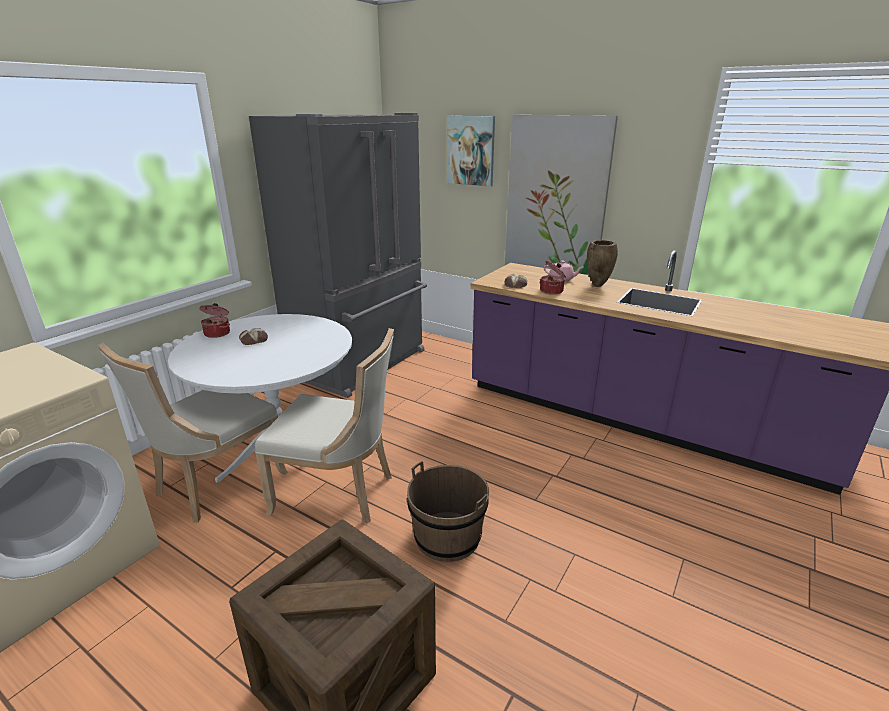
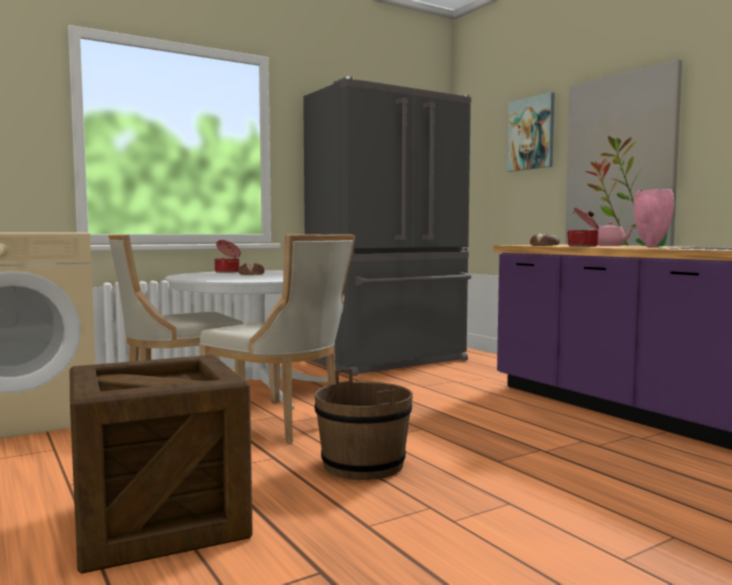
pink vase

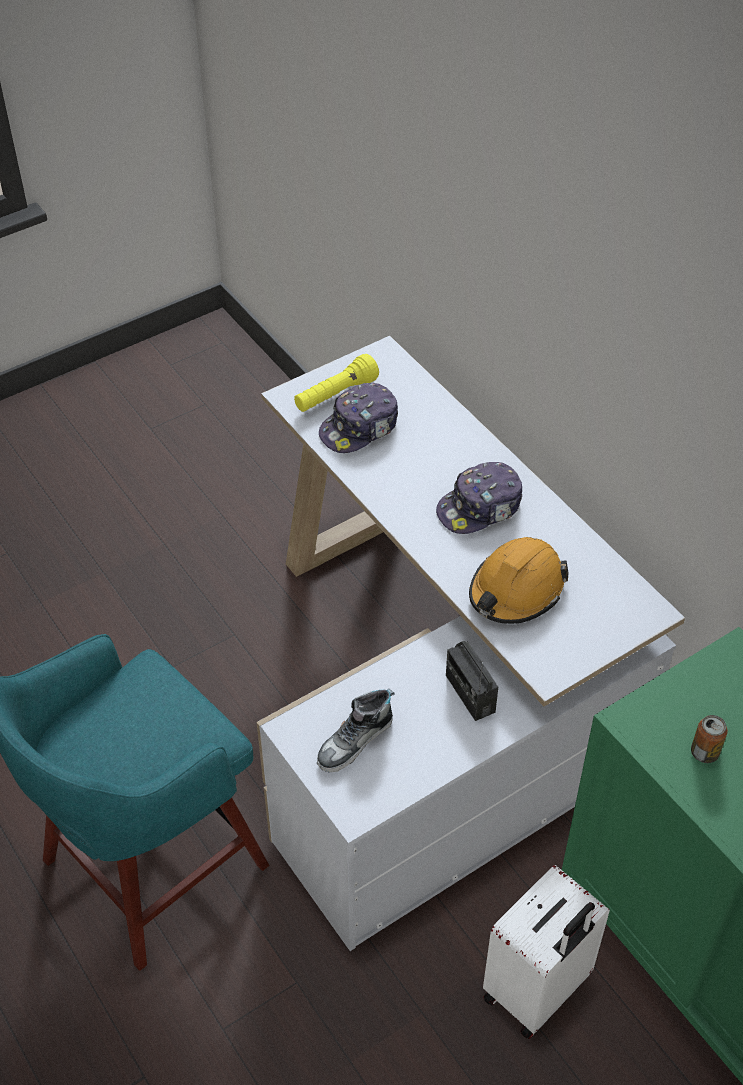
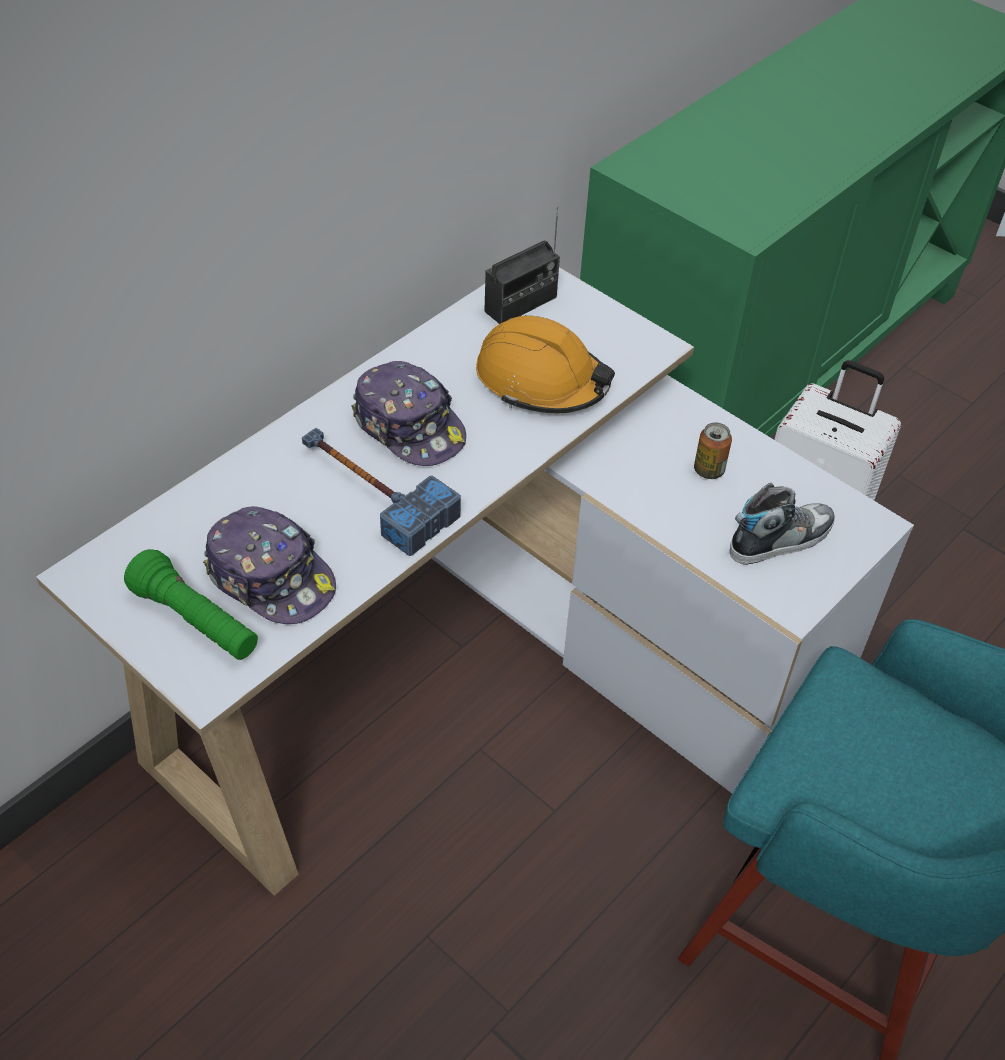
hammer
radio
can
green flashlight
shoe

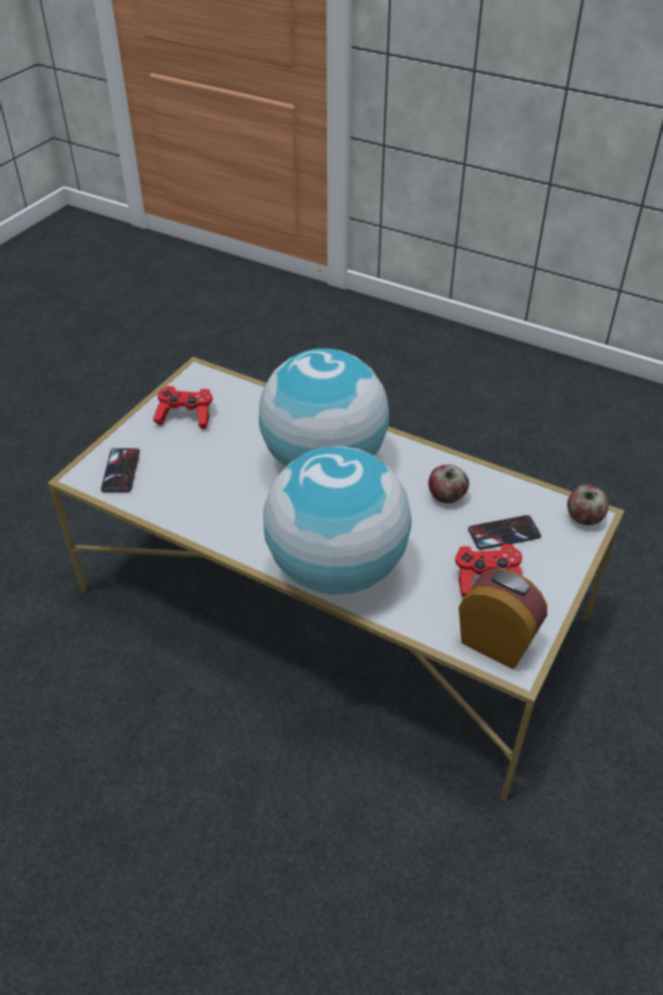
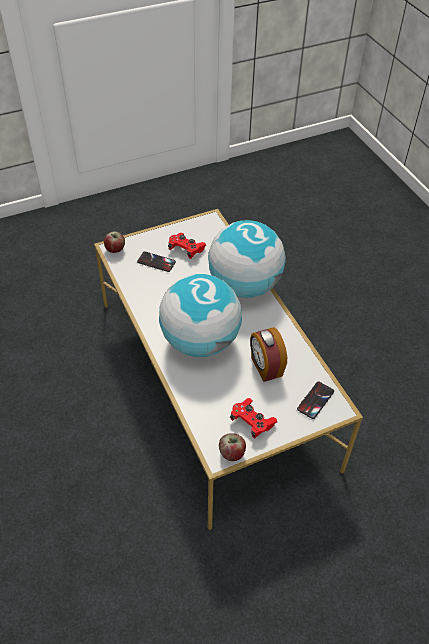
apple (no. 2 from left)
alarm clock

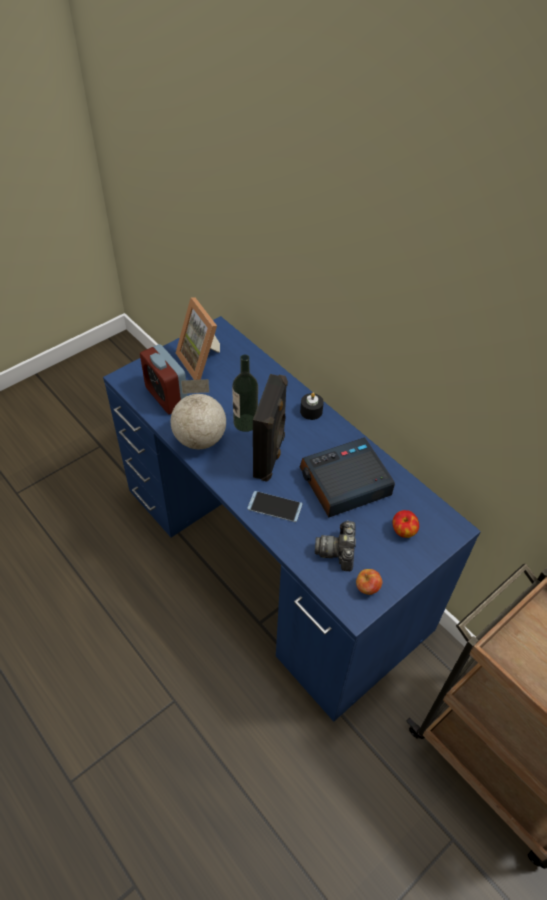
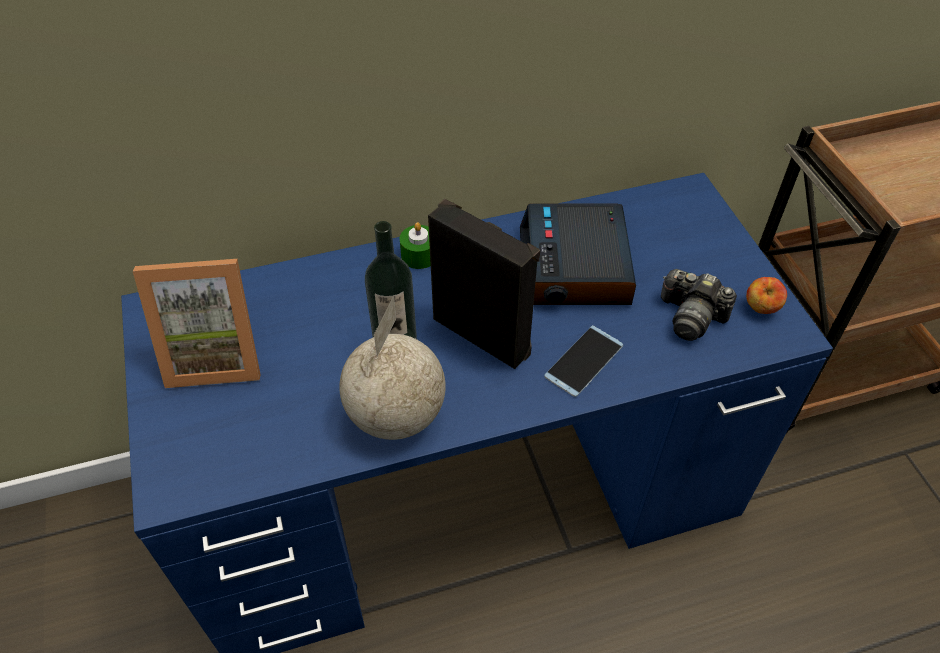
alarm clock (no. 1 from left in the first image)
apple (no. 2 from left in the first image)
green candle

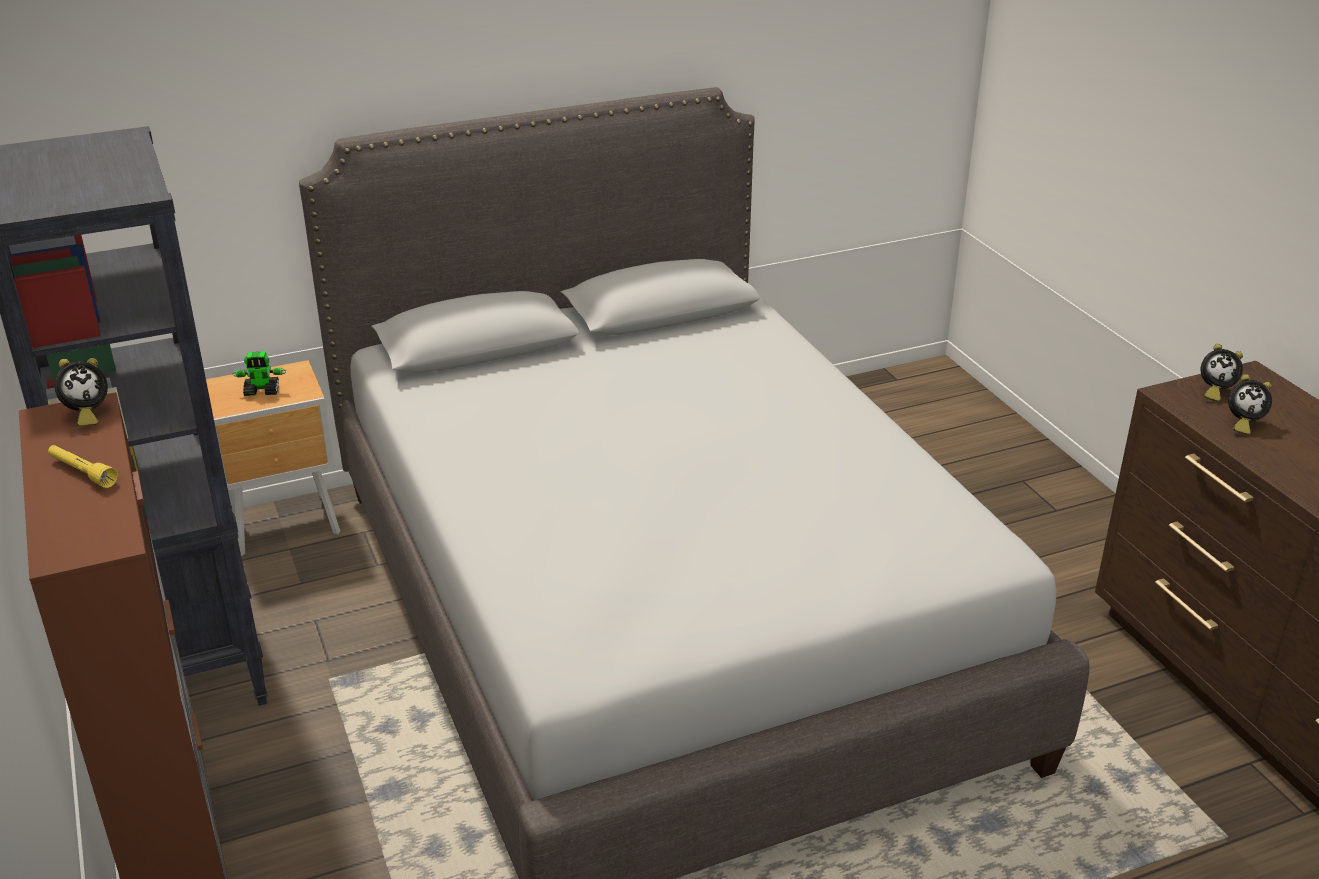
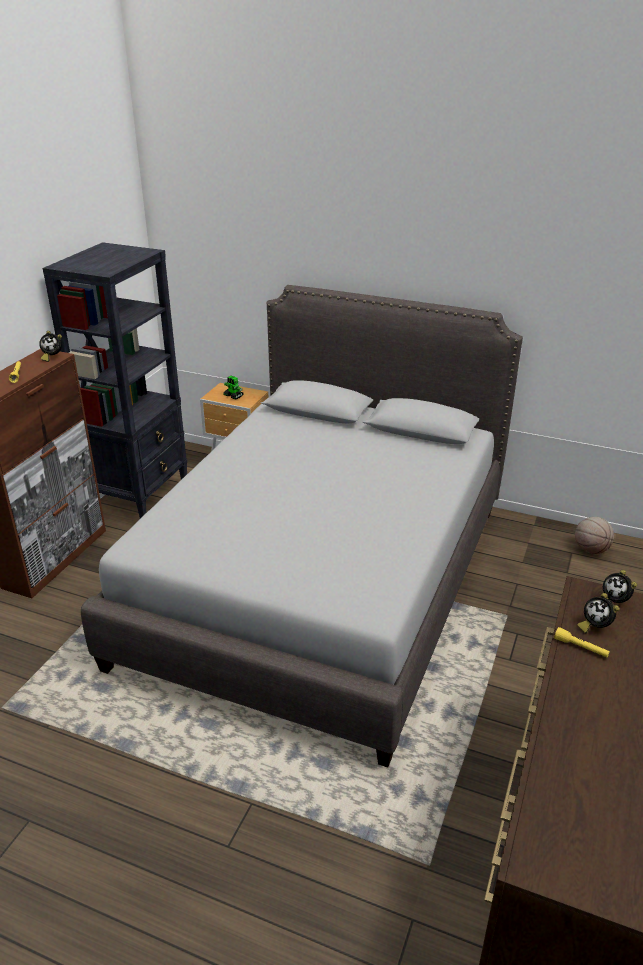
yellow flashlight (no. 2 from left)
basketball

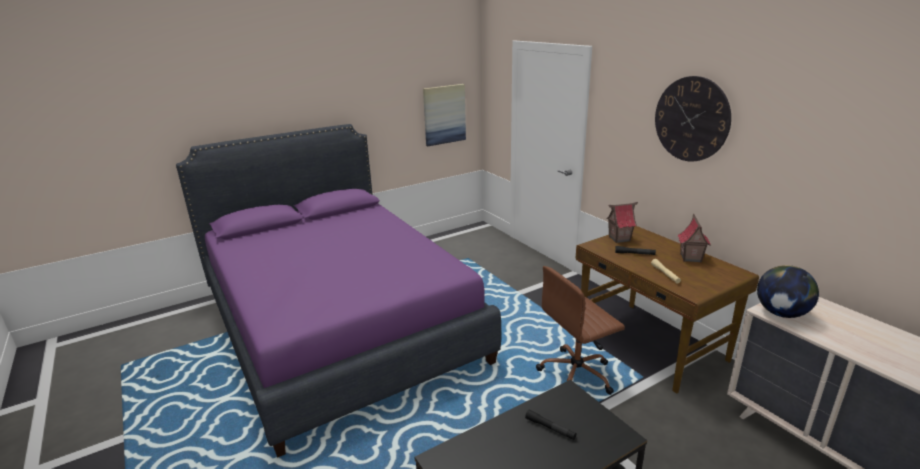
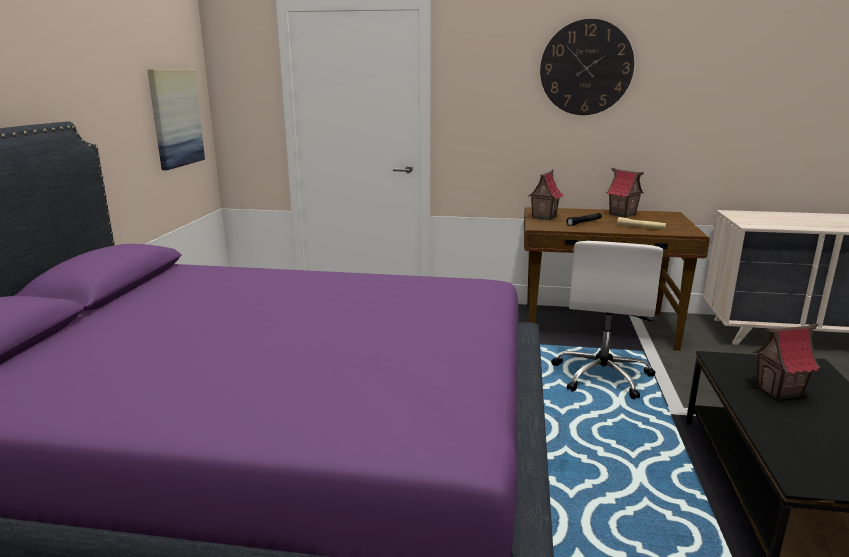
globe
toy house (no. 3 from left)
white office chair

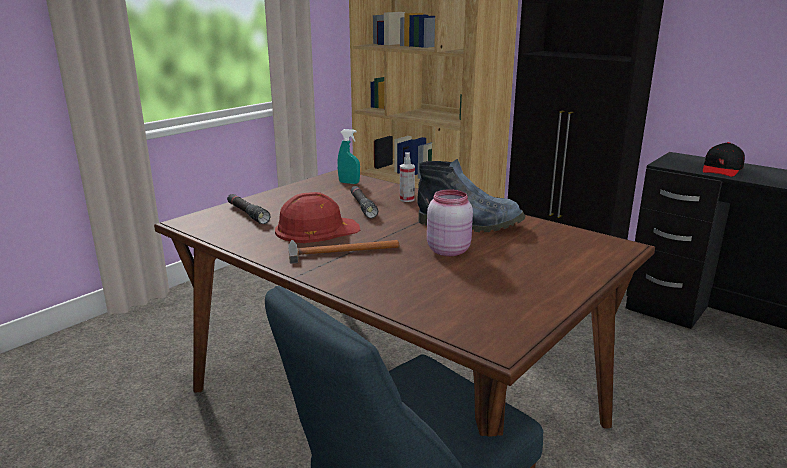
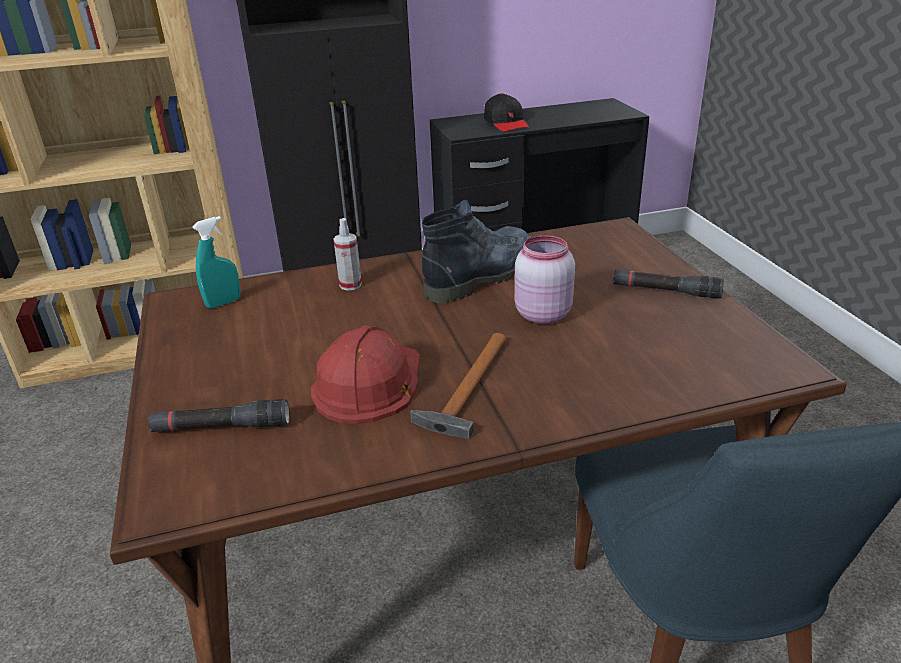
black flashlight (no. 2 from left)

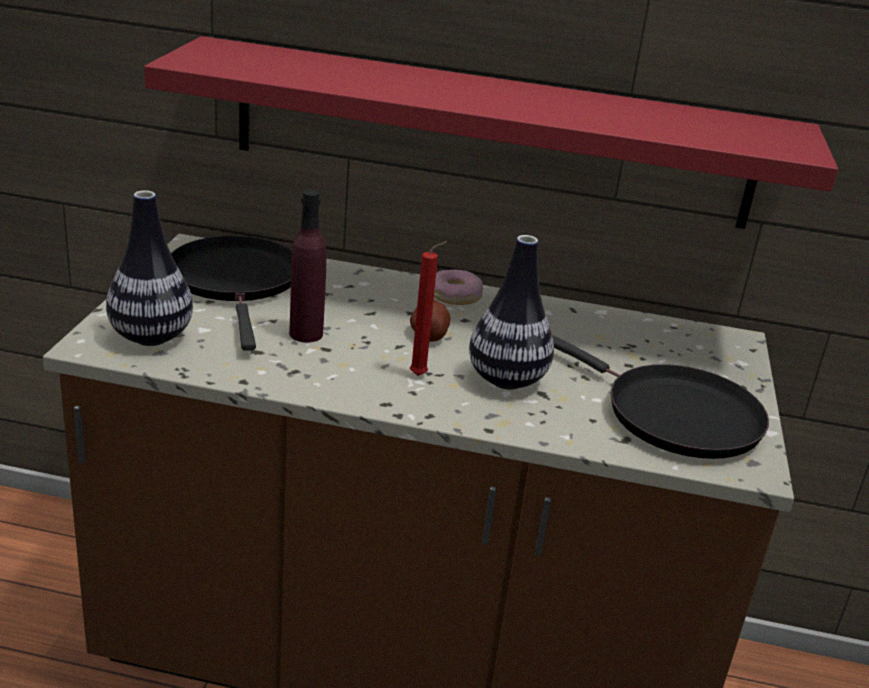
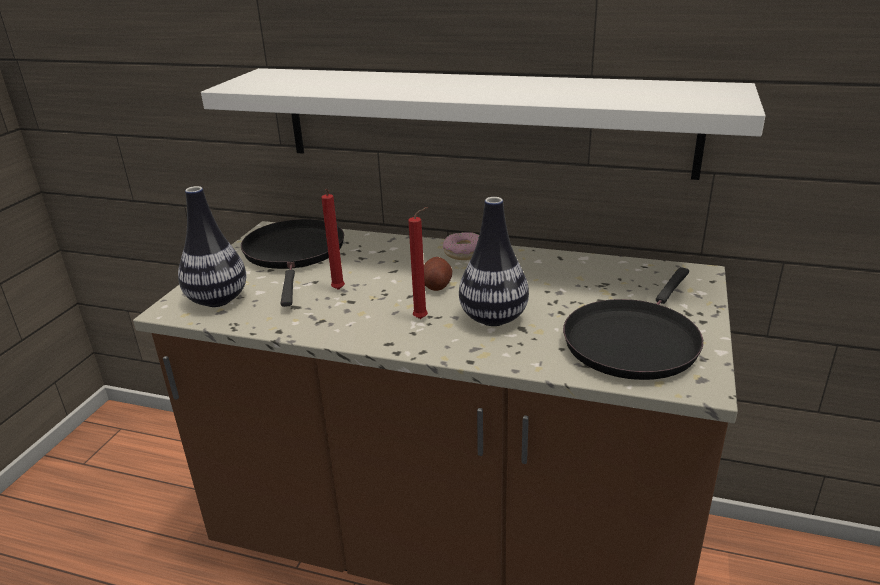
red candle (no. 1 from left)
white shelf
black frying pan (no. 2 from left)

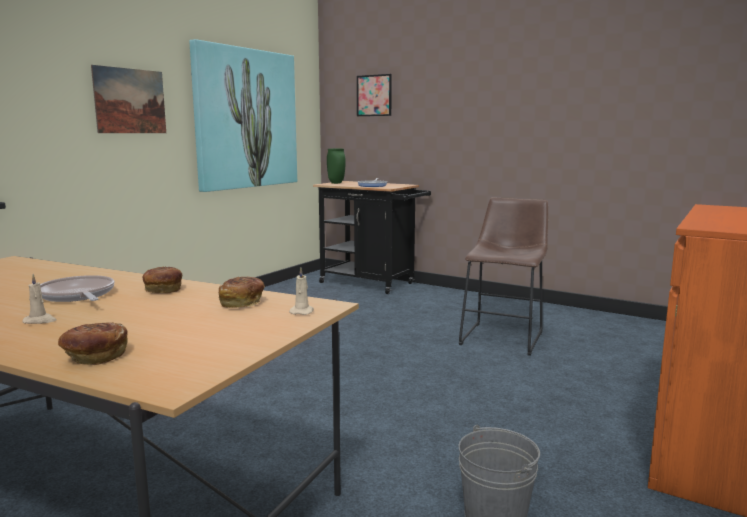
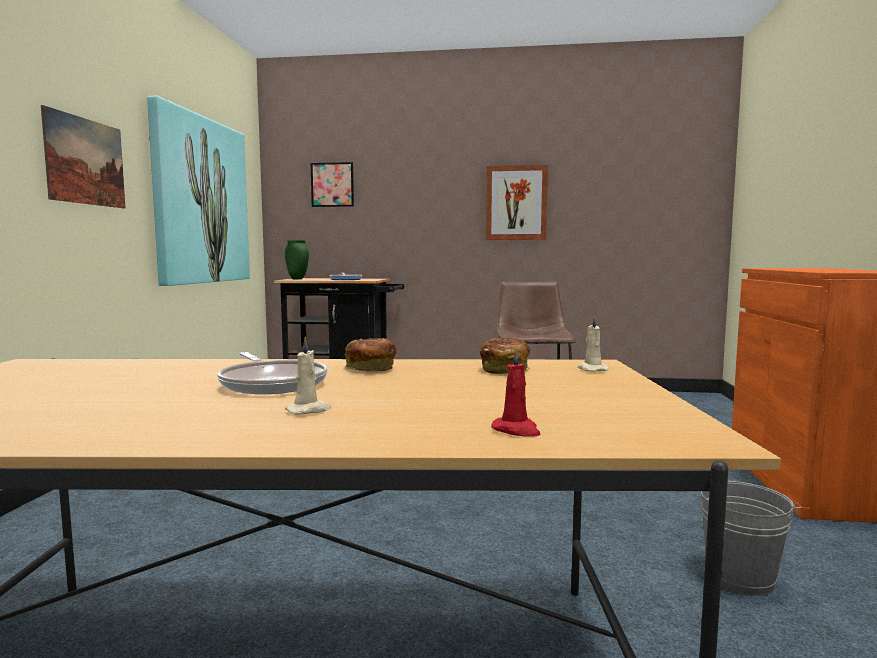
picture (no. 4 from left)
red candle
frying pan (no. 1 from left)

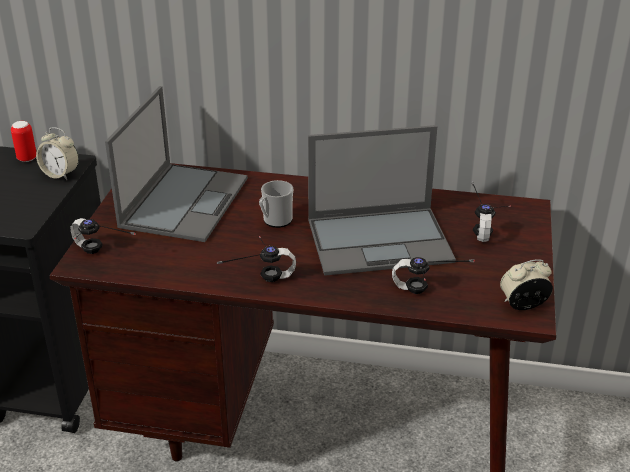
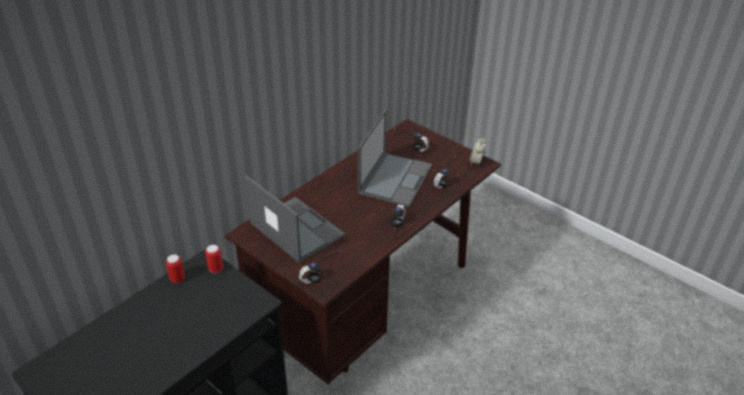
mug
can (no. 2 from left)

